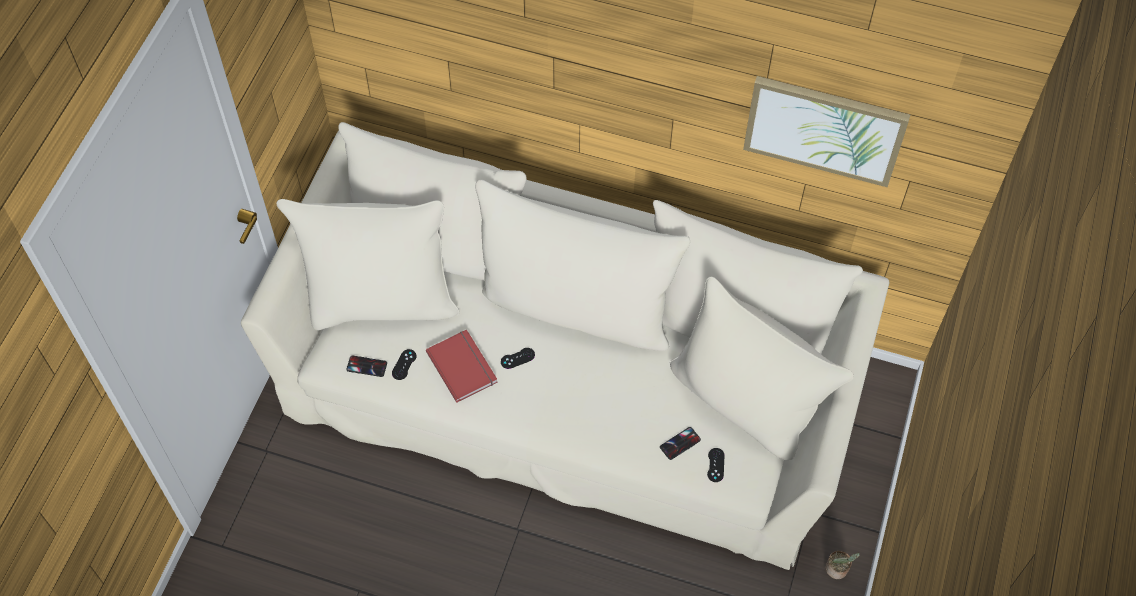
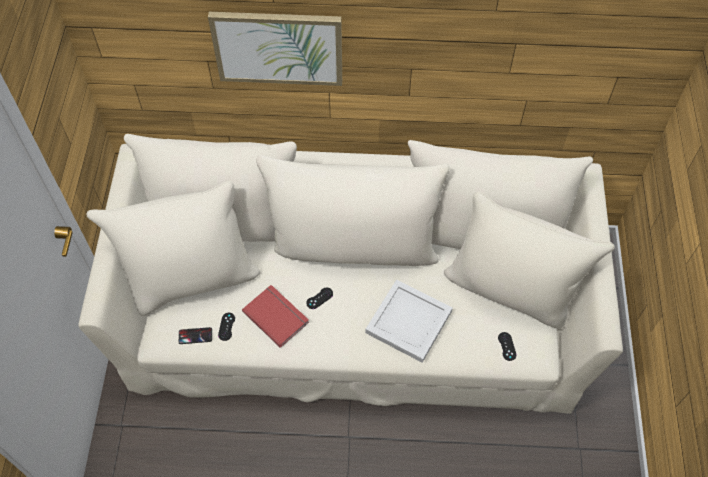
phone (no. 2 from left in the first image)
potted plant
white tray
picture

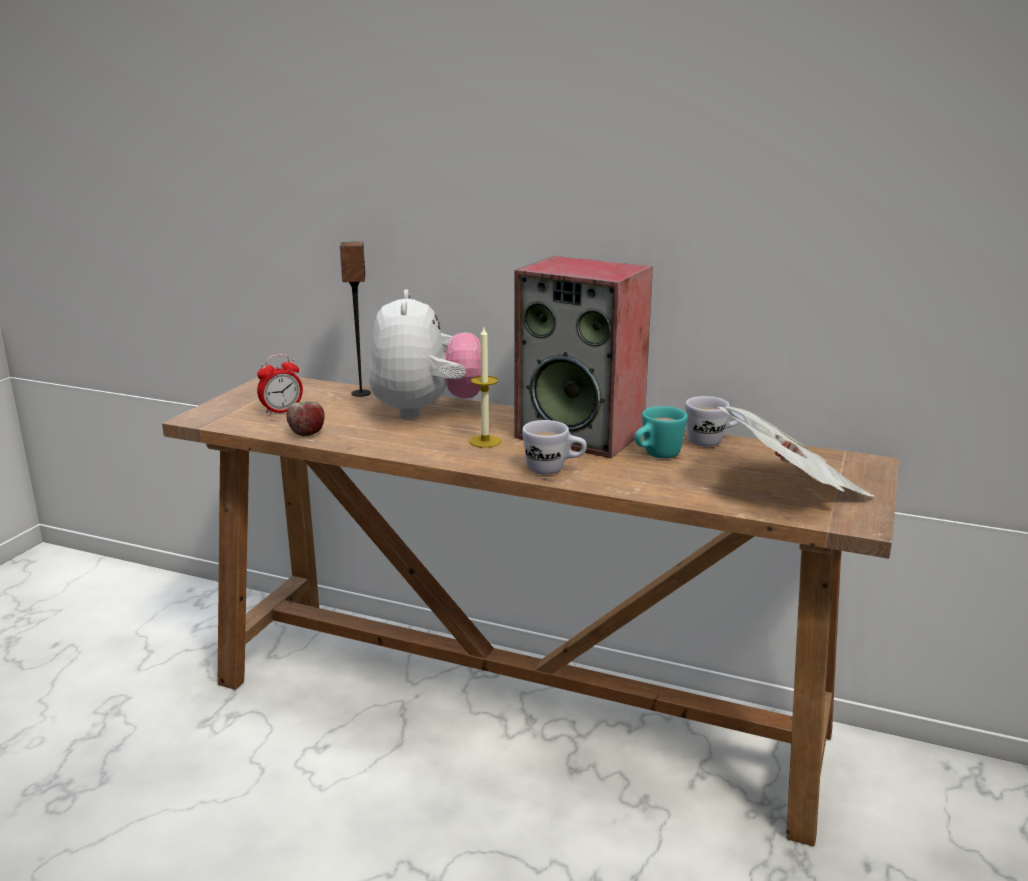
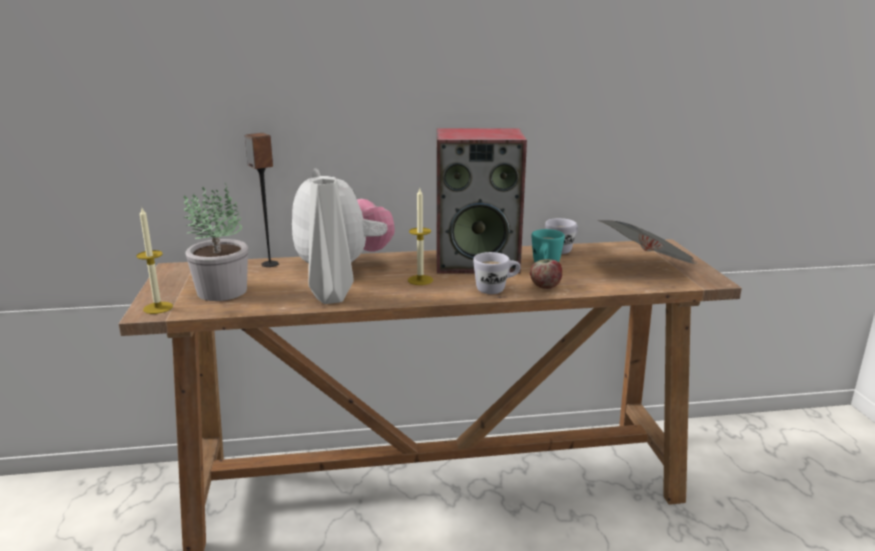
candle (no. 1 from left)
grey vase
apple
potted plant

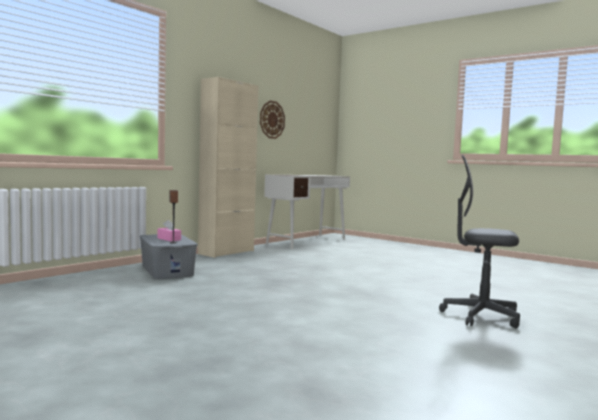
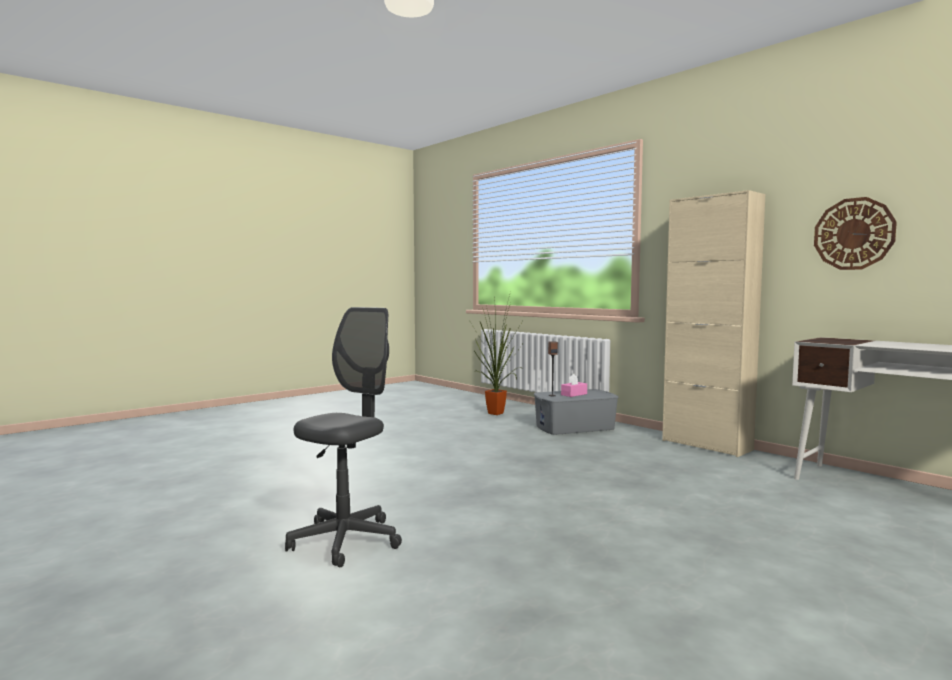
potted plant

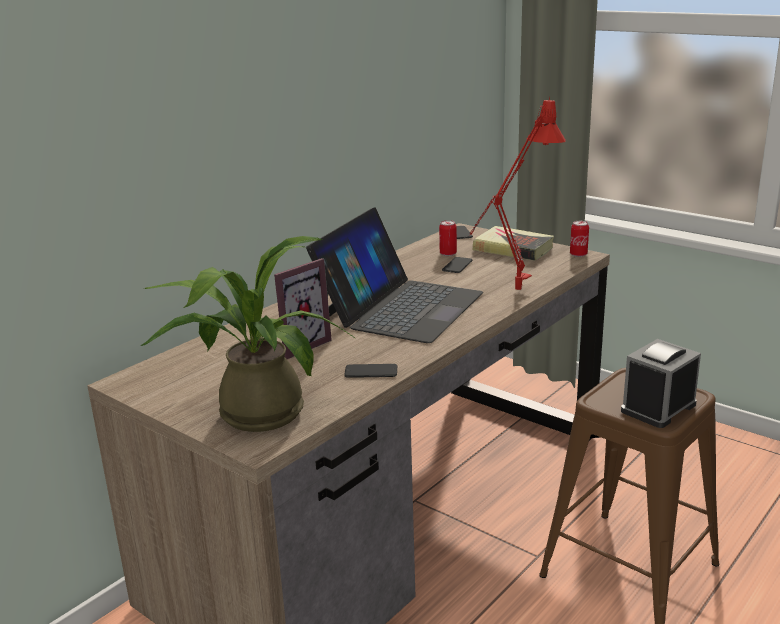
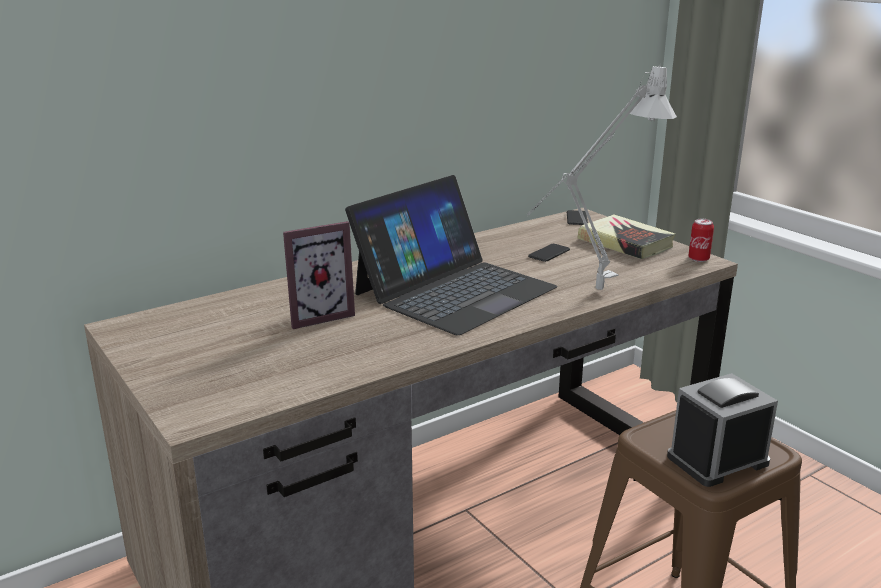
potted plant
phone (no. 1 from left in the first image)
can (no. 1 from left in the first image)
grey table lamp

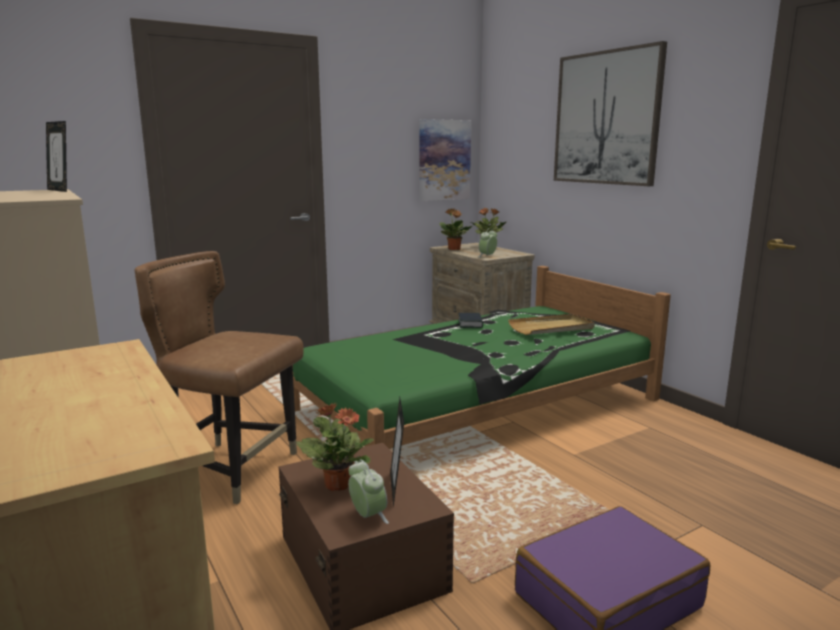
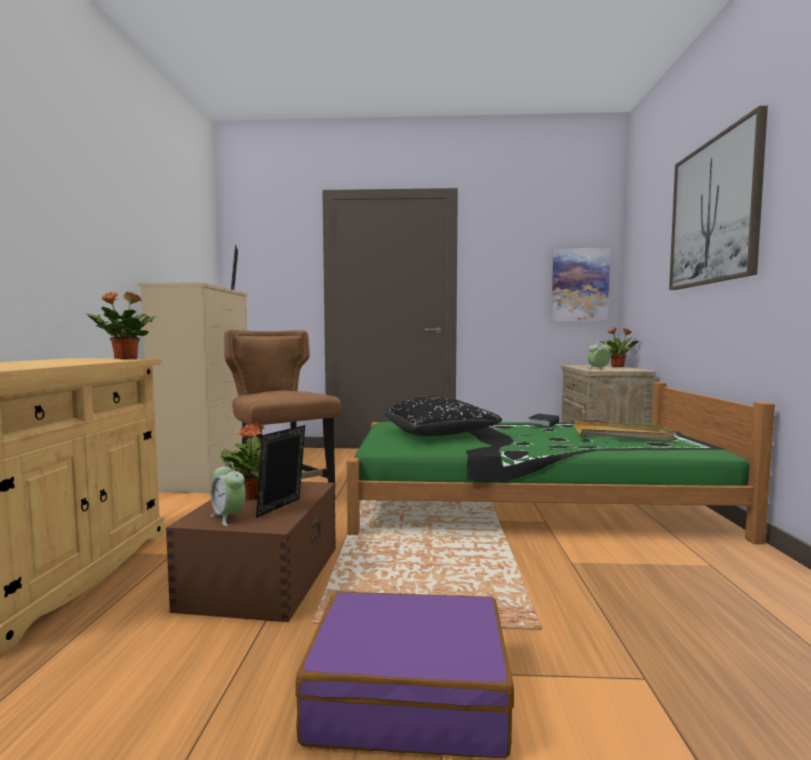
black pillow
potted plant (no. 1 from left)
alarm clock (no. 1 from left)

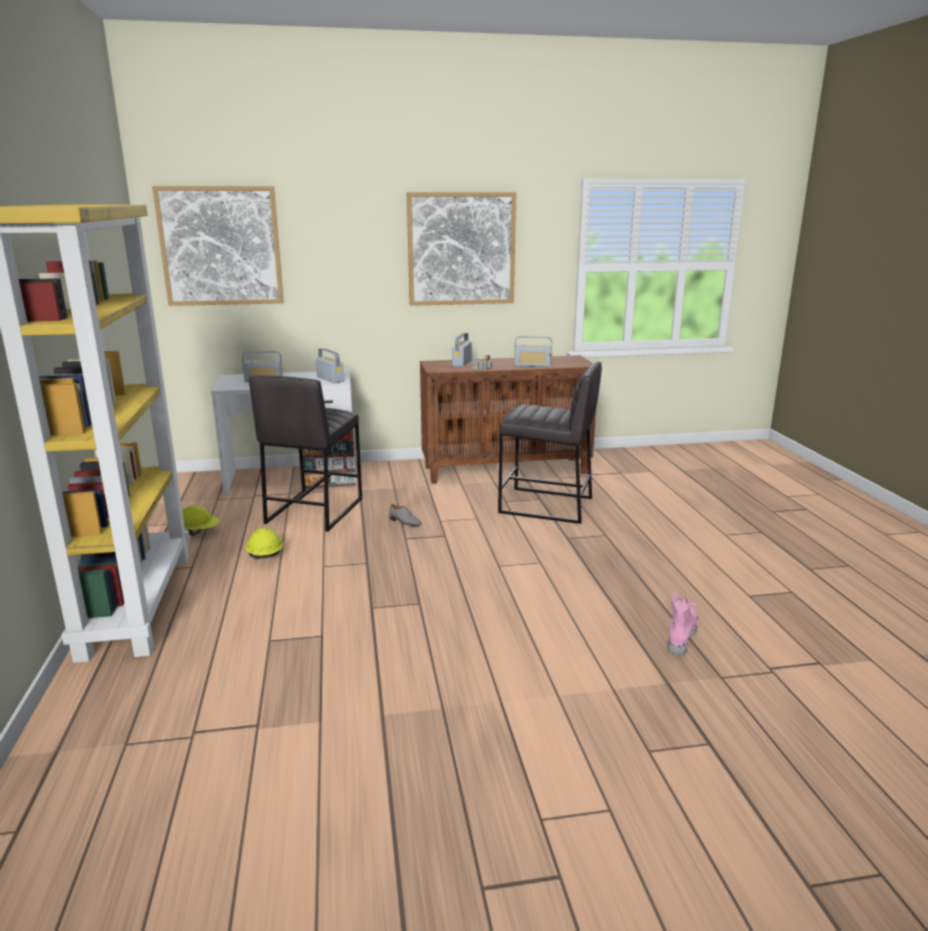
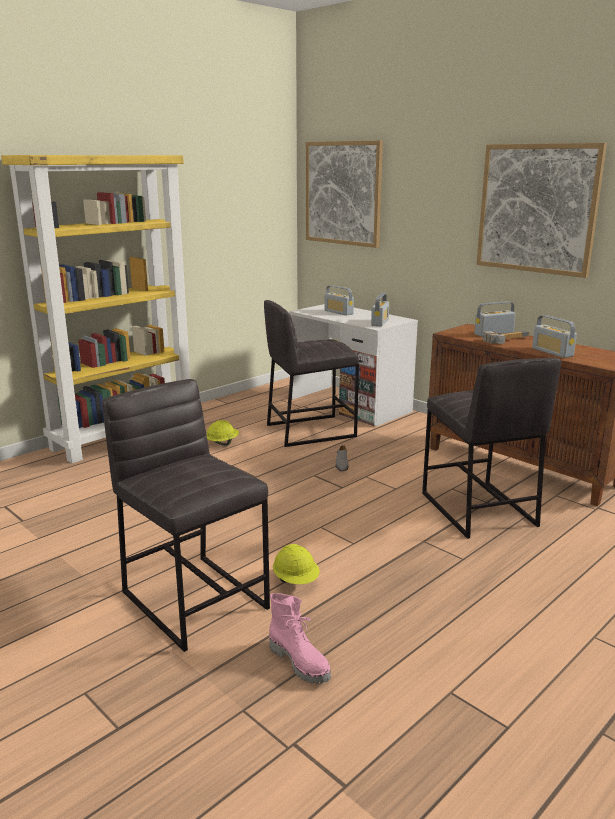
grey stool (no. 1 from left)
yellow hard hat (no. 2 from left)
pink boot

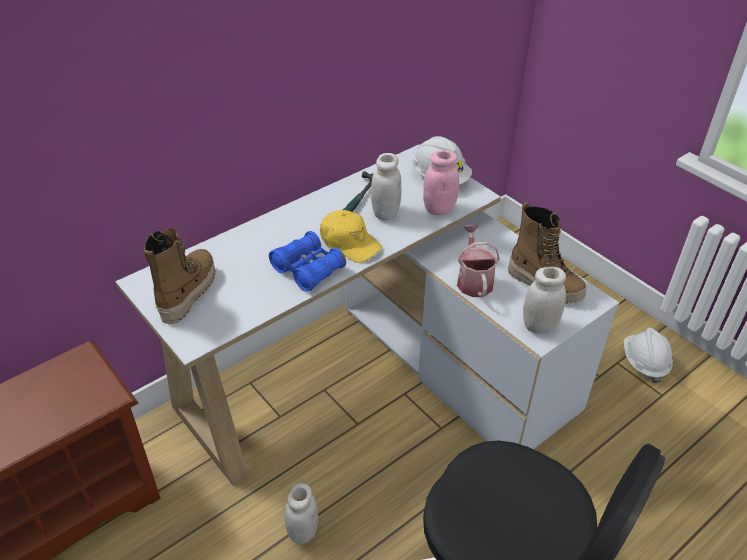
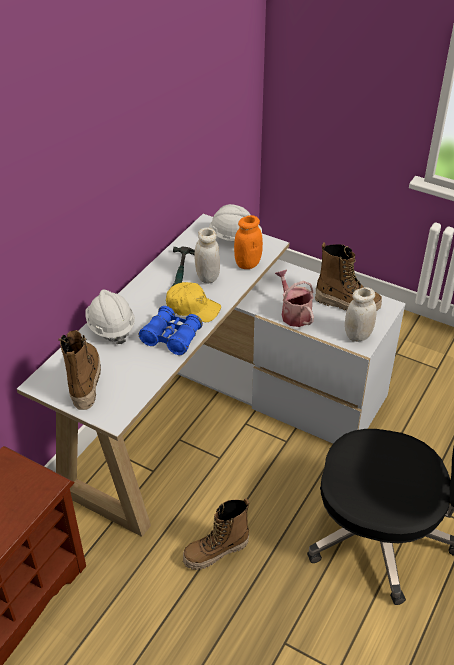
white hard hat (no. 1 from left)
boot (no. 2 from left)
orange jar

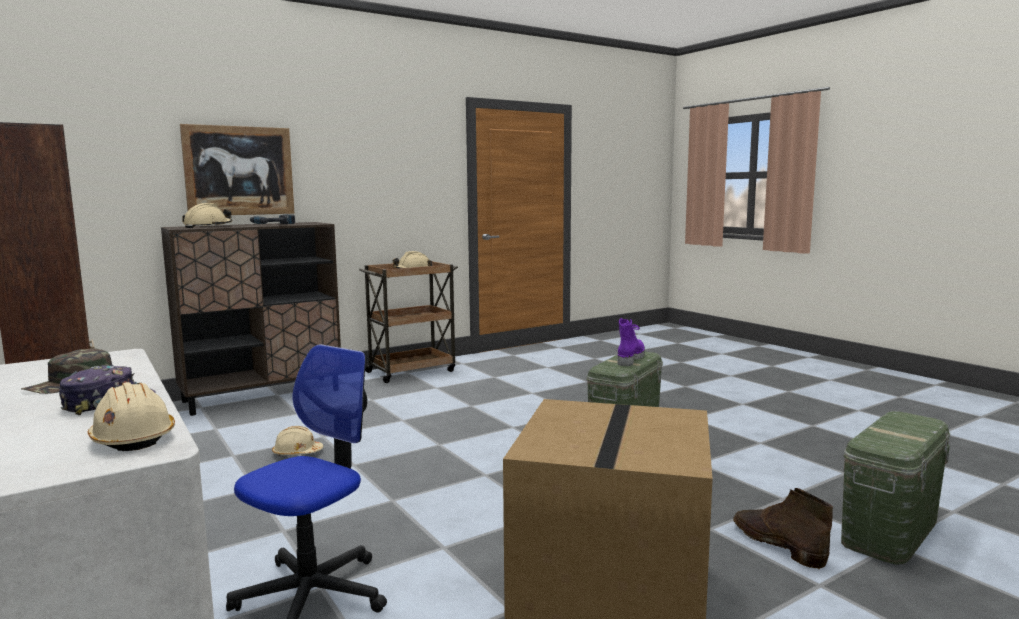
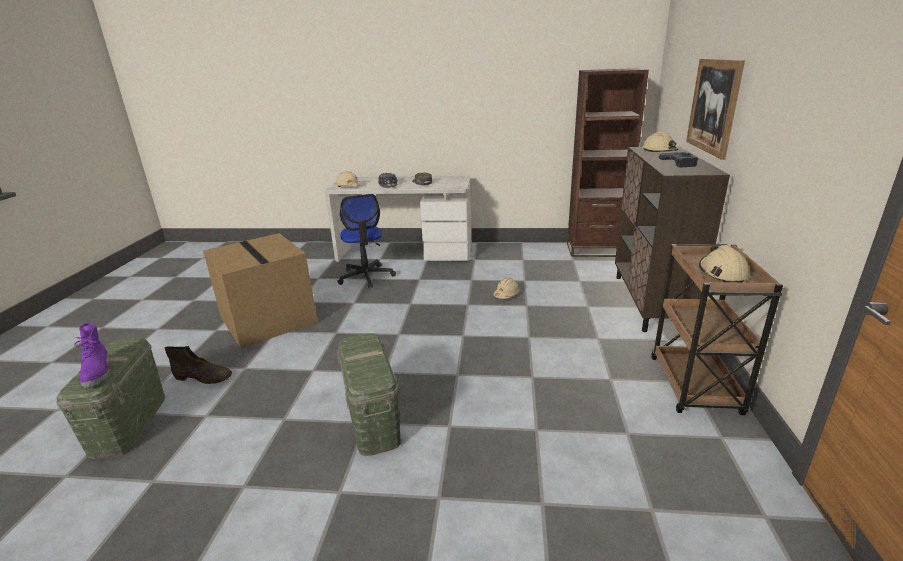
purple boot

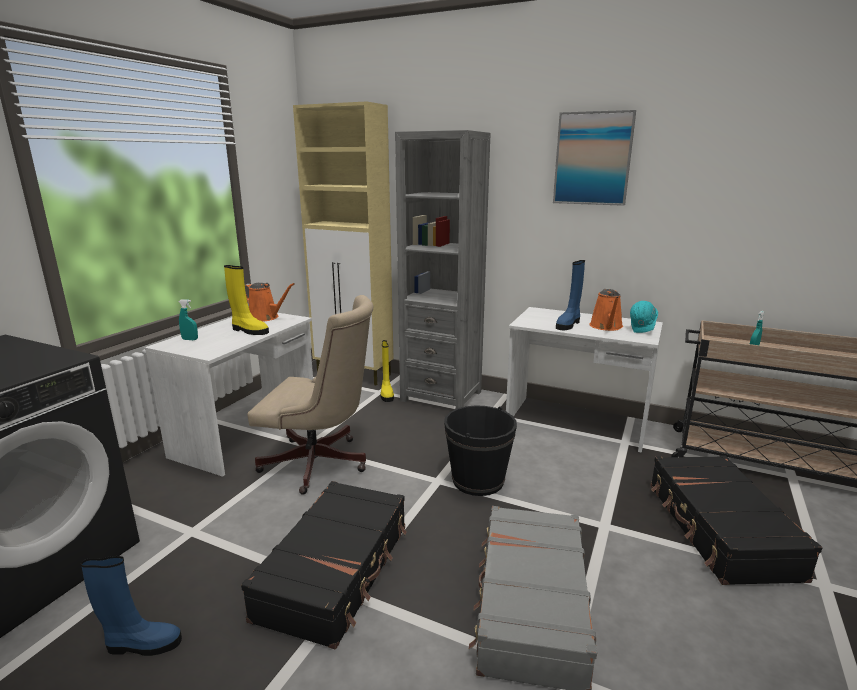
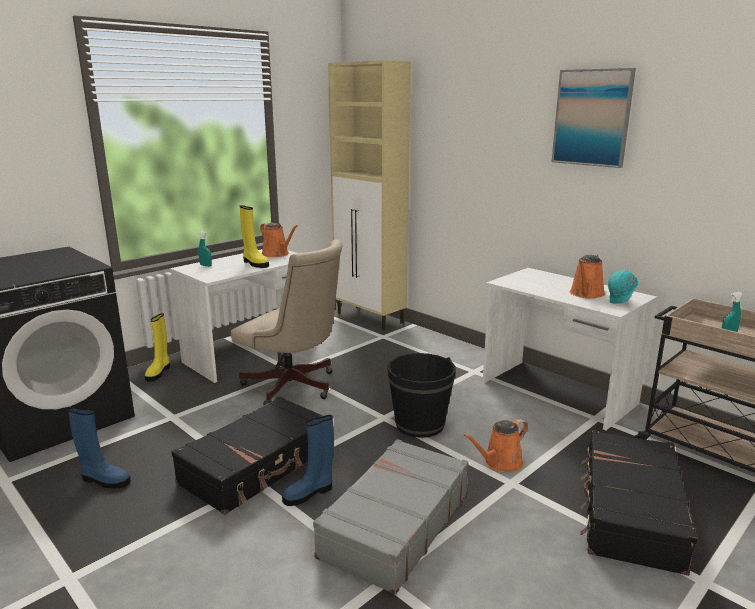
grey bookcase
orange watering can (no. 2 from left)
yellow boot (no. 1 from left)
blue boot (no. 2 from left)

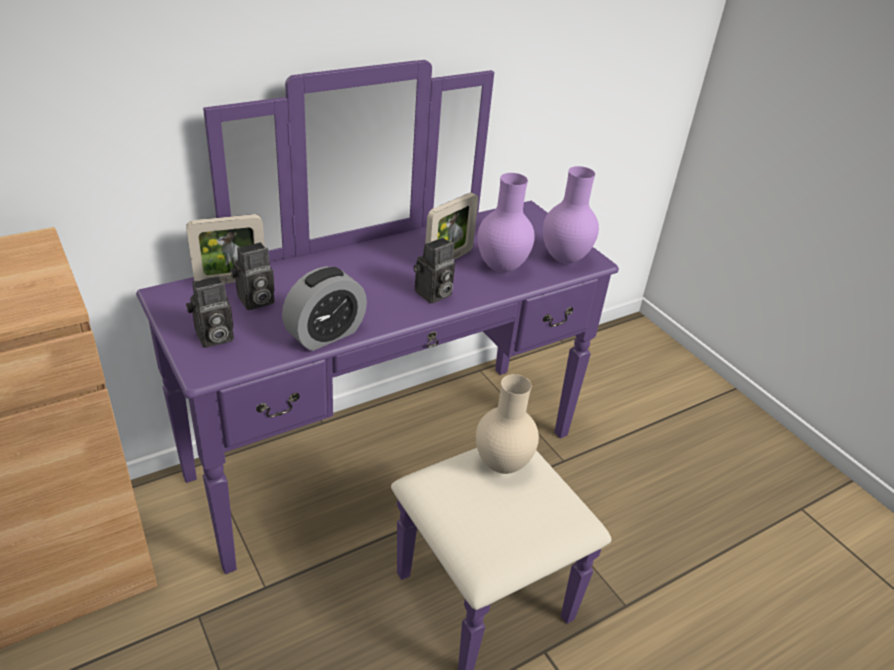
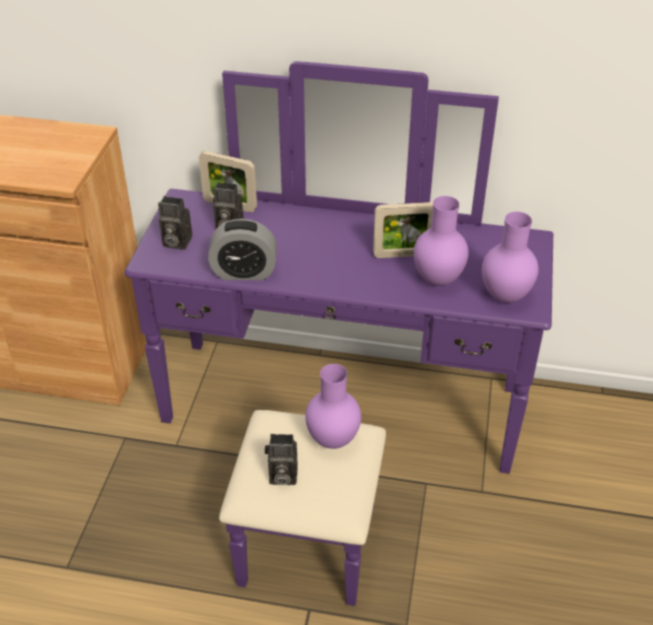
photo camera (no. 3 from left)
purple vase (no. 1 from left)

